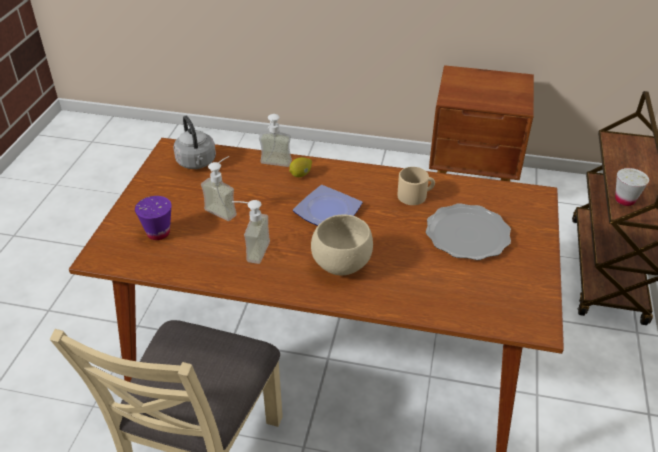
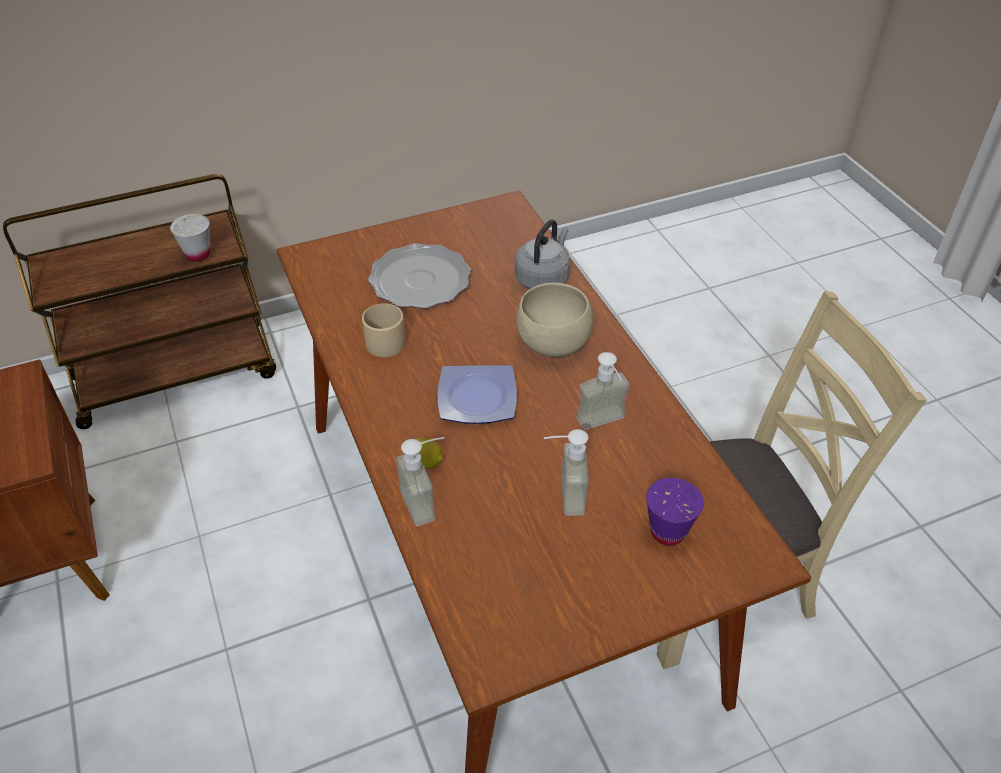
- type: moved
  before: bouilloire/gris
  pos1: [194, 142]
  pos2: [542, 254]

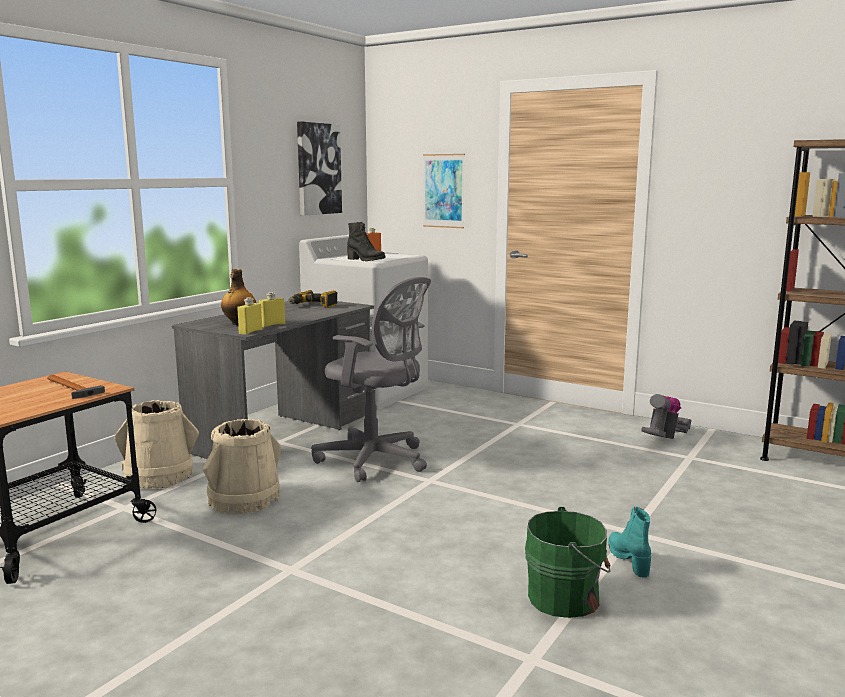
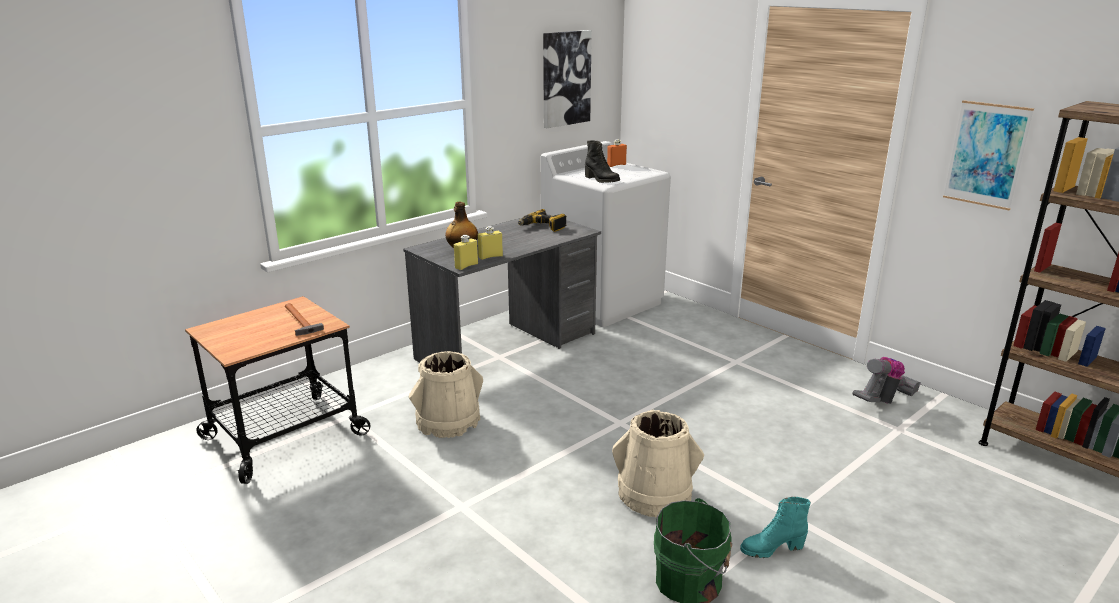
- type: moved
  before: tableau
  pos1: [444, 191]
  pos2: [988, 155]
- type: removed
  before: chaise de bureau/gris
  pos1: [371, 379]
- type: moved
  before: seau/beige
  pos1: [157, 444]
  pos2: [658, 464]
- type: turned
  before: botte/turquoise
  pos1: [629, 542]
  pos2: [775, 527]
  turn: -105

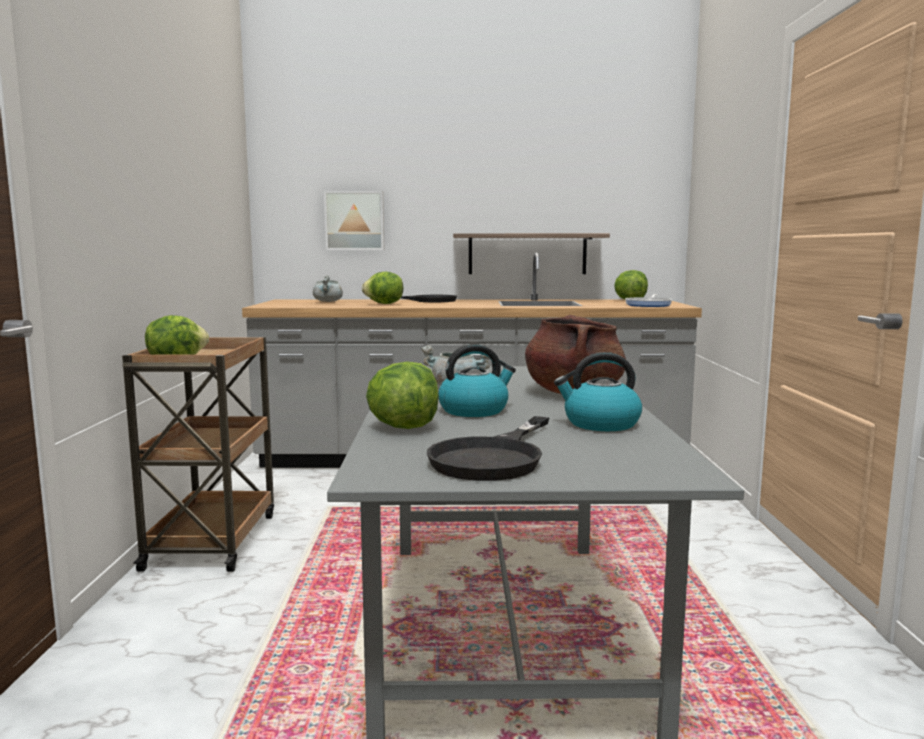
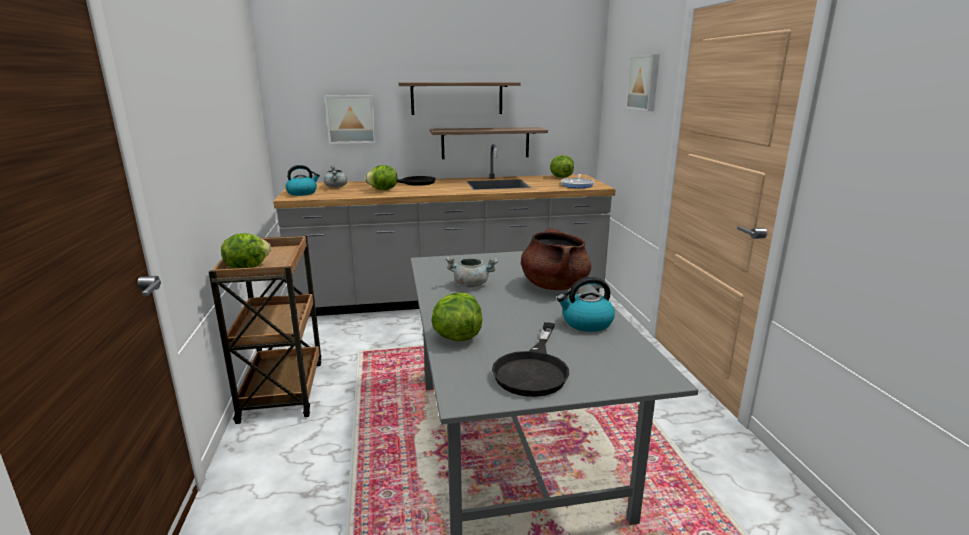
- type: moved
  before: bouilloire
  pos1: [477, 380]
  pos2: [303, 180]
- type: added
  after: tableau
  pos2: [643, 82]
- type: added
  after: étagère
  pos2: [459, 98]

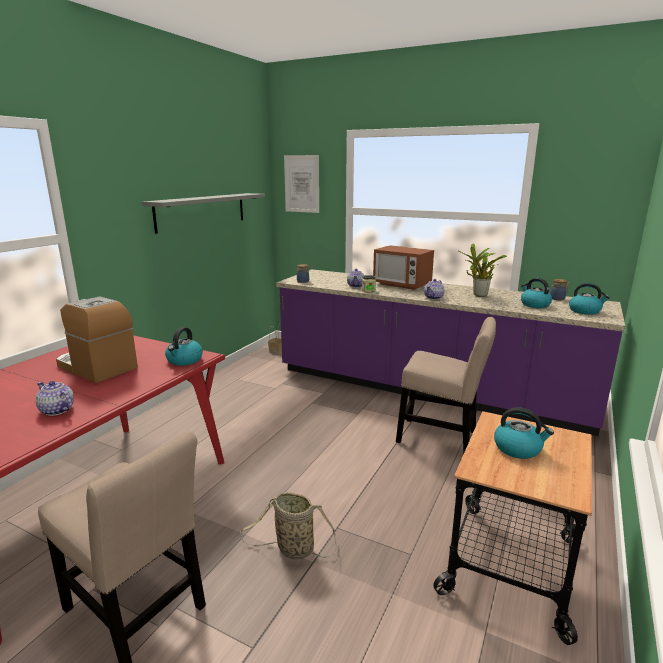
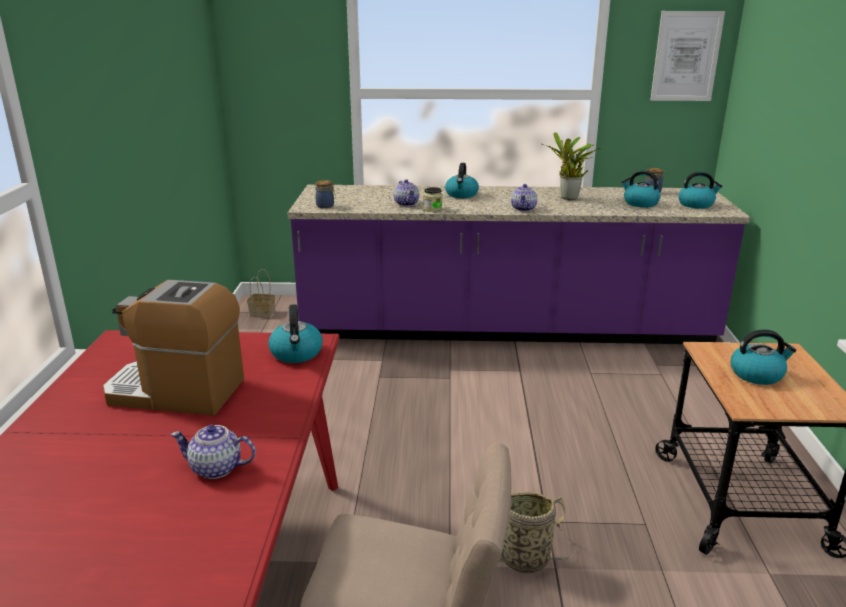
- type: moved
  before: tableau
  pos1: [301, 184]
  pos2: [688, 56]
- type: removed
  before: étagère/gris
  pos1: [203, 213]
- type: replaced
  before: micro-ondes
  after: bouilloire
  pos1: [403, 267]
  pos2: [462, 180]
- type: removed
  before: chaise/beige
  pos1: [446, 385]

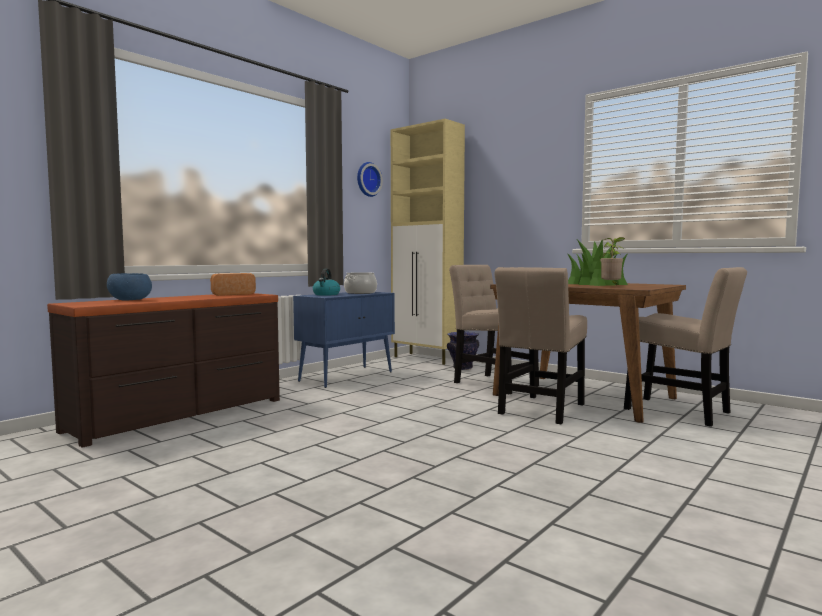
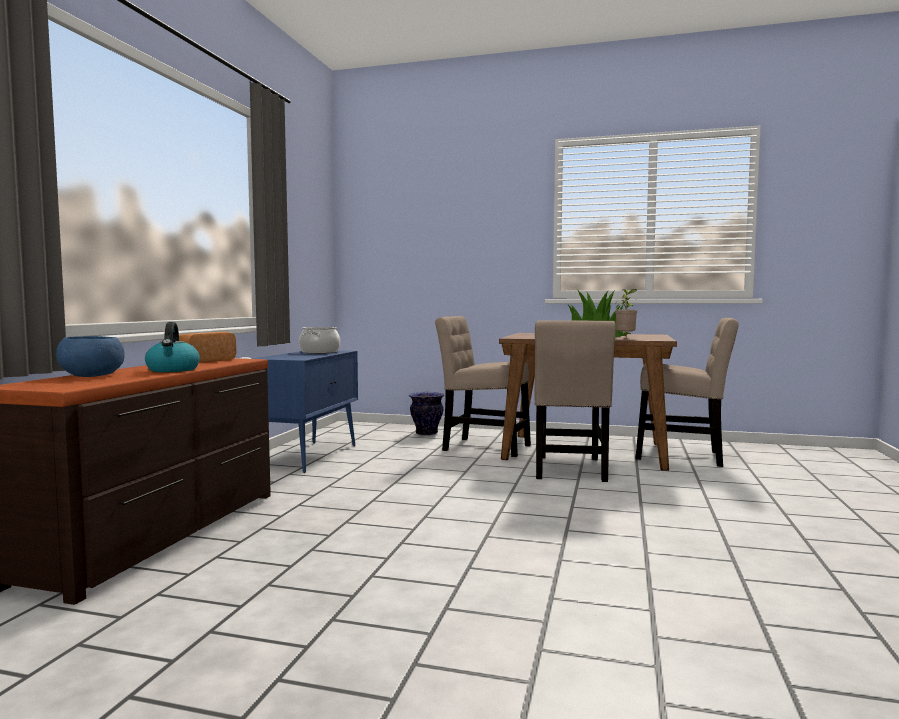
- type: removed
  before: meuble de rangement/beige
  pos1: [428, 242]
- type: removed
  before: horloge murale
  pos1: [370, 179]
- type: moved
  before: bouilloire
  pos1: [326, 282]
  pos2: [172, 347]

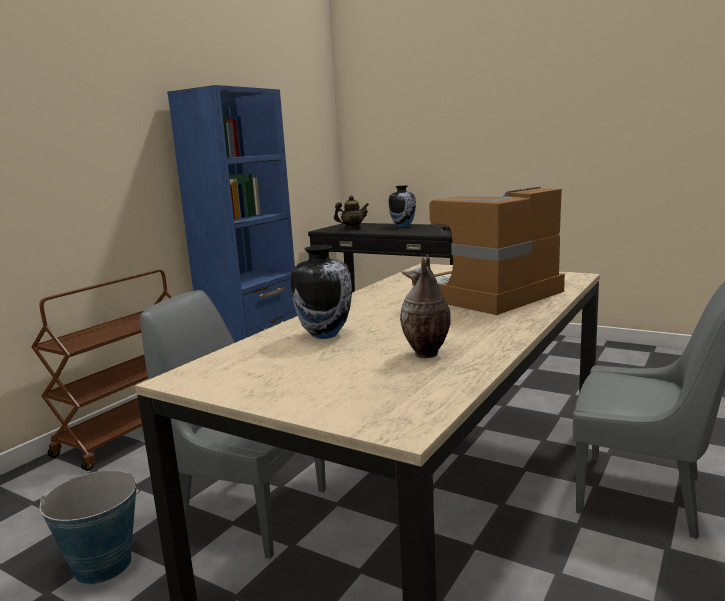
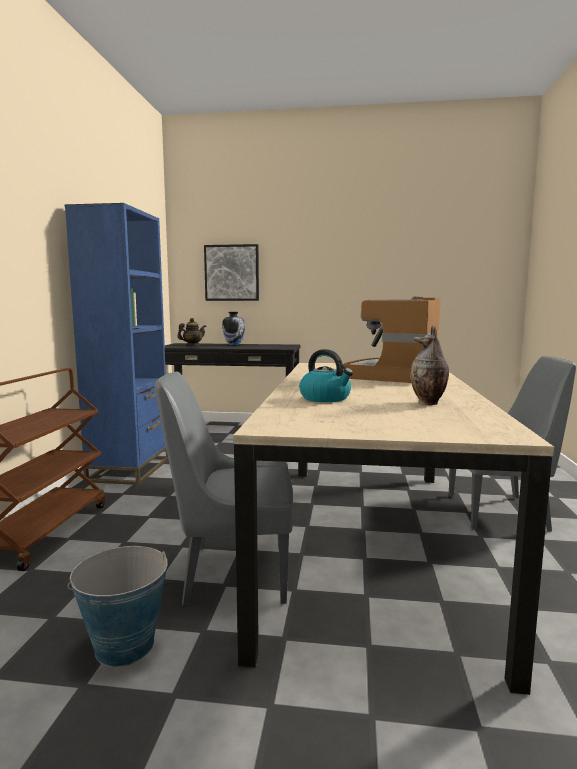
- type: replaced
  before: vase
  after: bouilloire
  pos1: [321, 292]
  pos2: [326, 375]
- type: added
  after: tableau
  pos2: [231, 272]

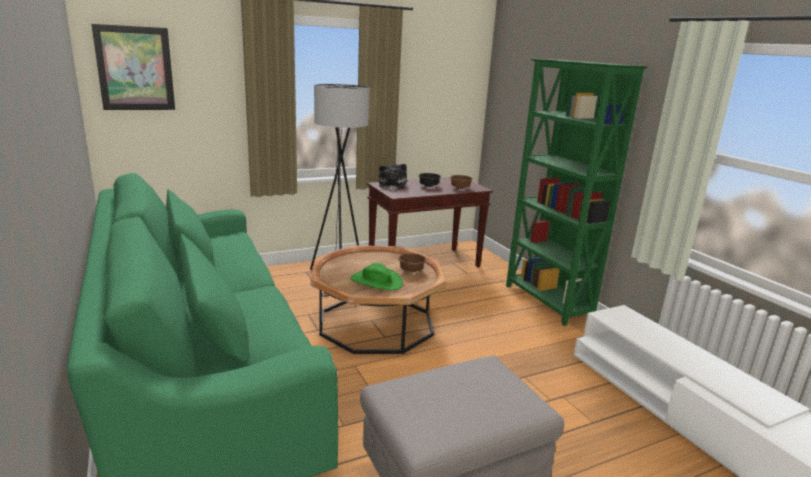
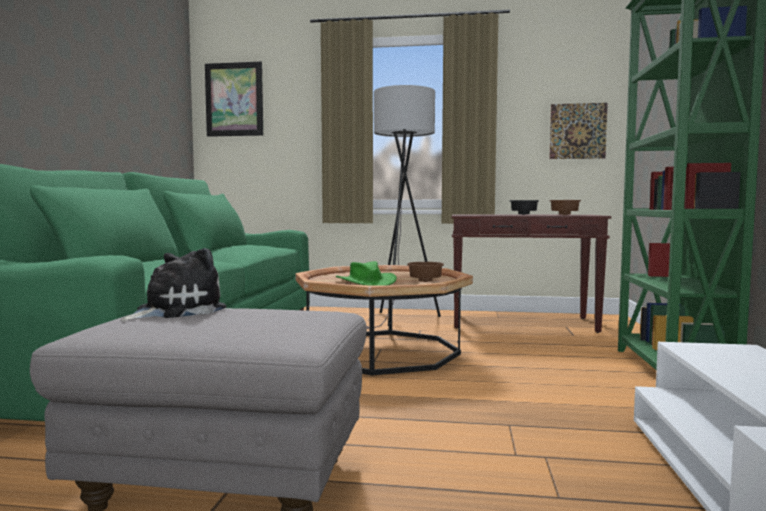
- type: moved
  before: peluche
  pos1: [393, 177]
  pos2: [173, 284]
- type: added
  after: tableau
  pos2: [578, 131]

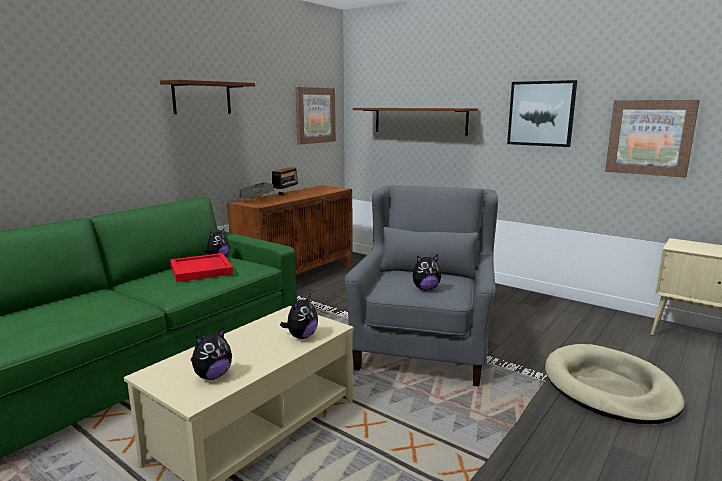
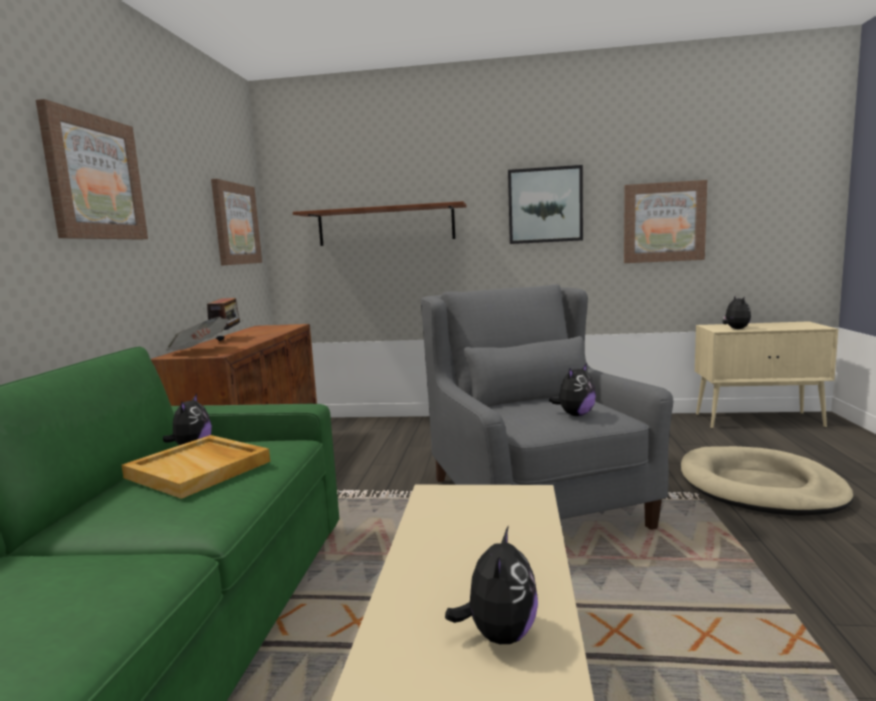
- type: replaced
  before: étagère/marron
  after: tableau
  pos1: [207, 97]
  pos2: [92, 169]
- type: recoloured
  before: plateau/rouge
  after: plateau/beige
  pos1: [201, 267]
  pos2: [196, 467]
- type: moved
  before: peluche
  pos1: [299, 316]
  pos2: [737, 312]

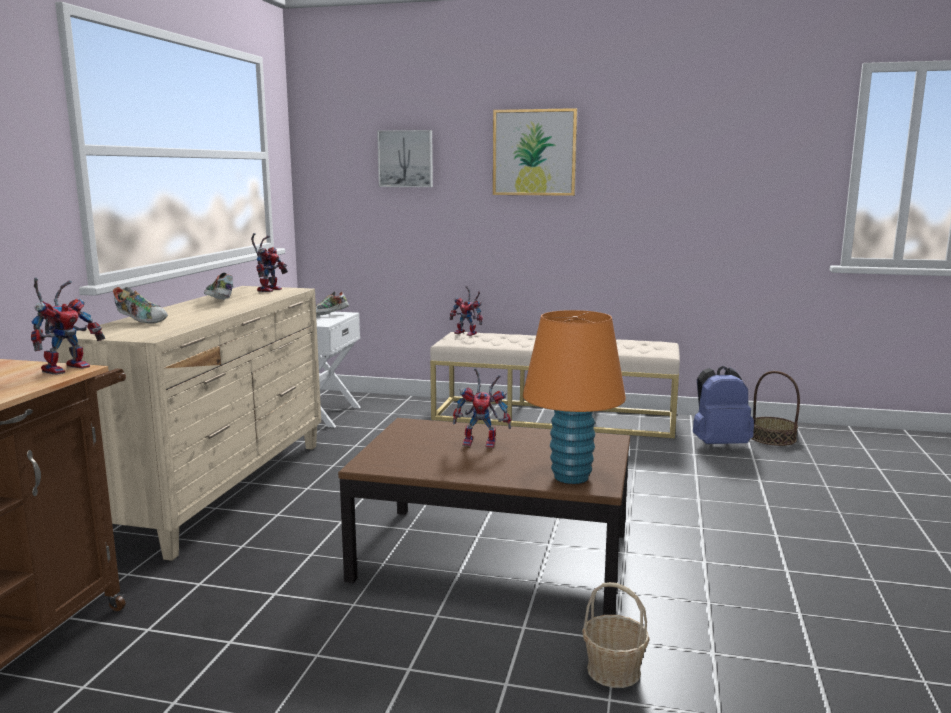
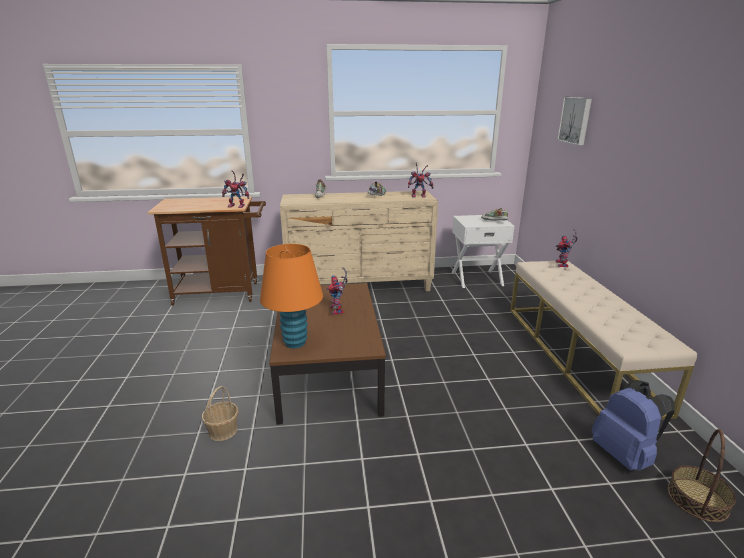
- type: removed
  before: tableau
  pos1: [535, 152]

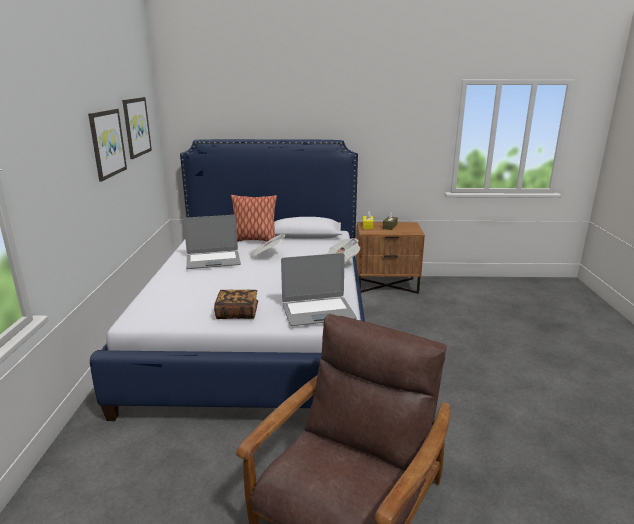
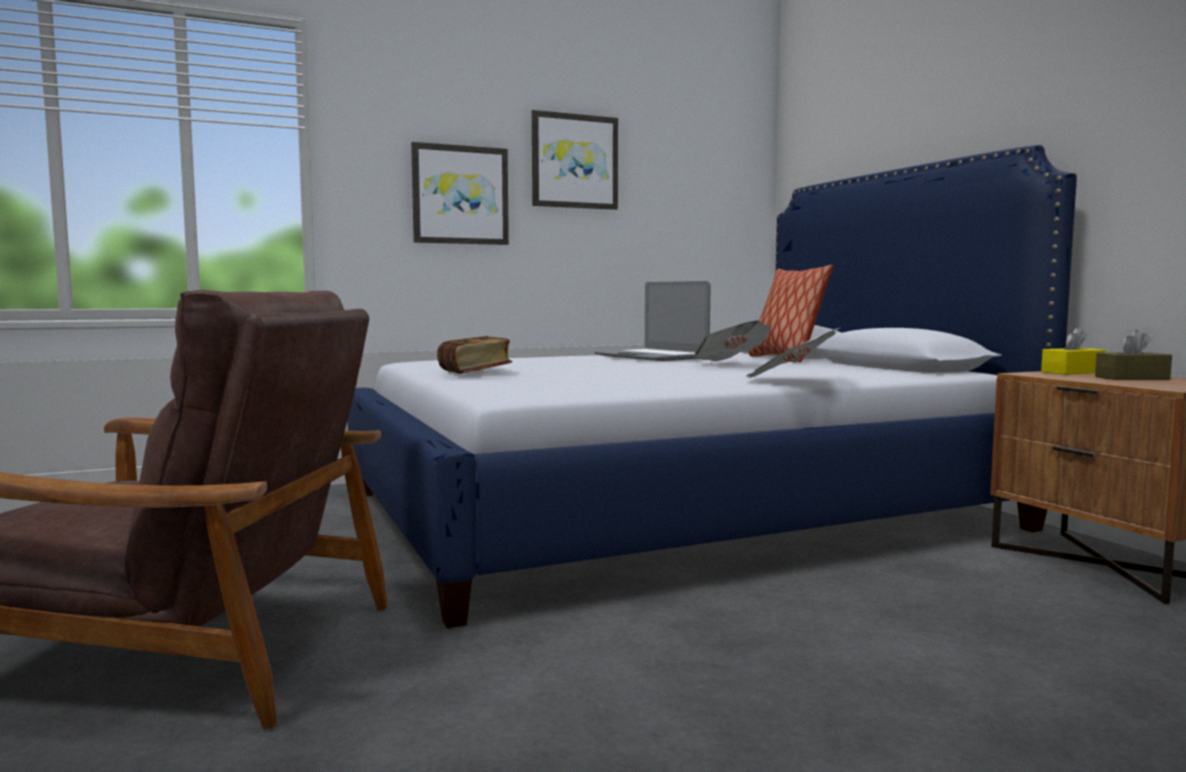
- type: moved
  before: tableau
  pos1: [137, 128]
  pos2: [460, 193]
- type: removed
  before: ordinateur portable
  pos1: [319, 289]

